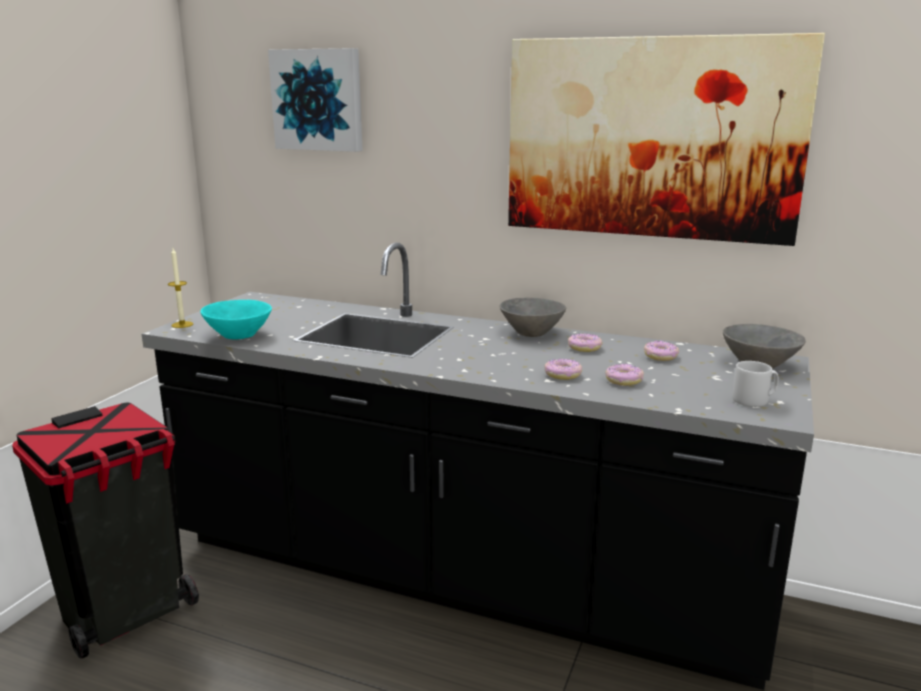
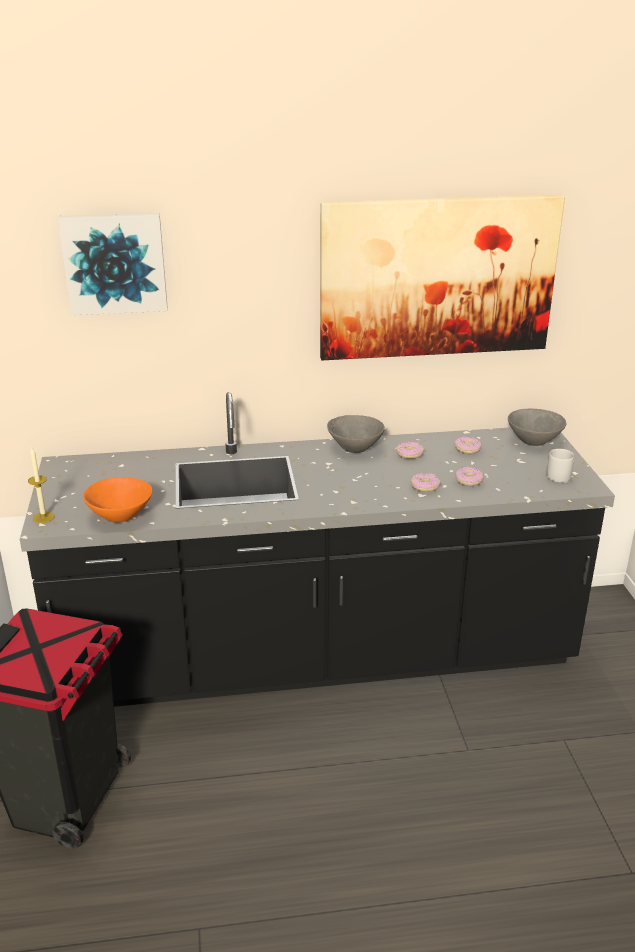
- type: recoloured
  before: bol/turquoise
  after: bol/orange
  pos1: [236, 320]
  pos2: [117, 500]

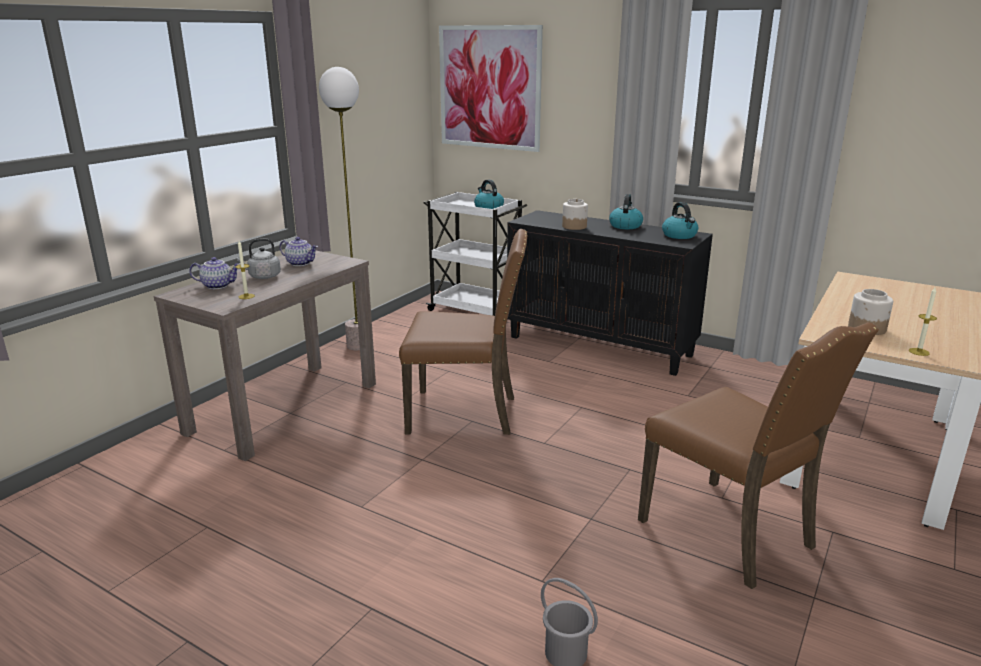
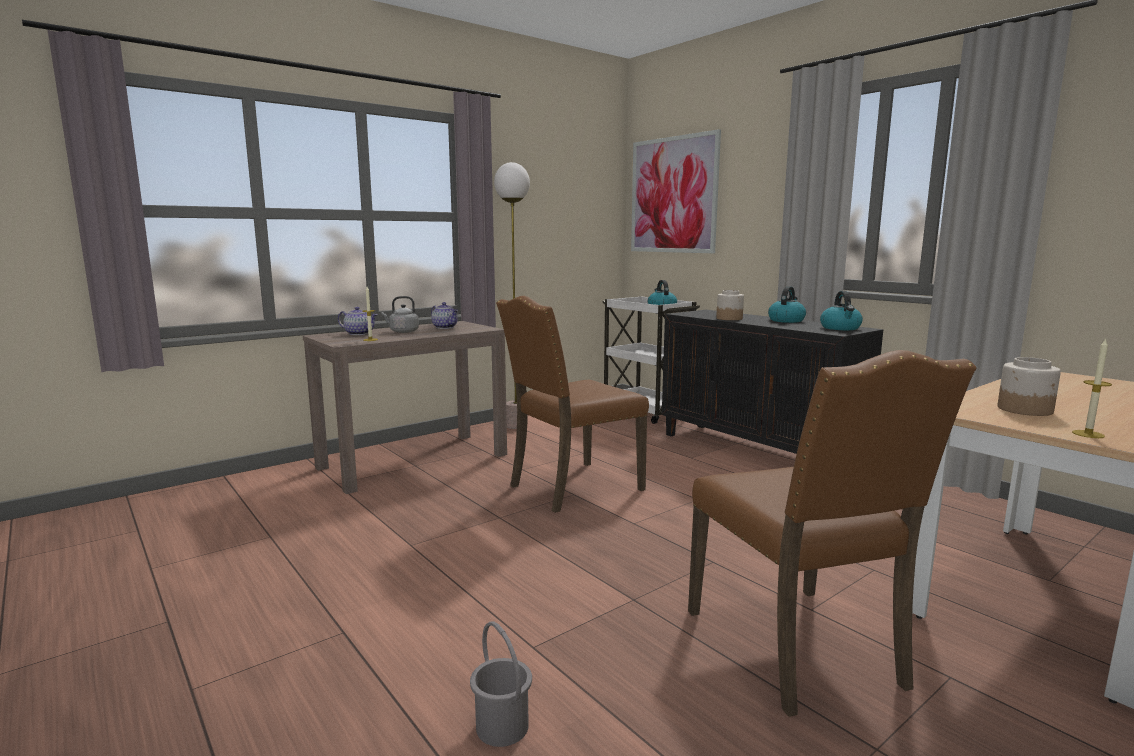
- type: turned
  before: chaise/marron
  pos1: [463, 332]
  pos2: [572, 404]
  turn: 120

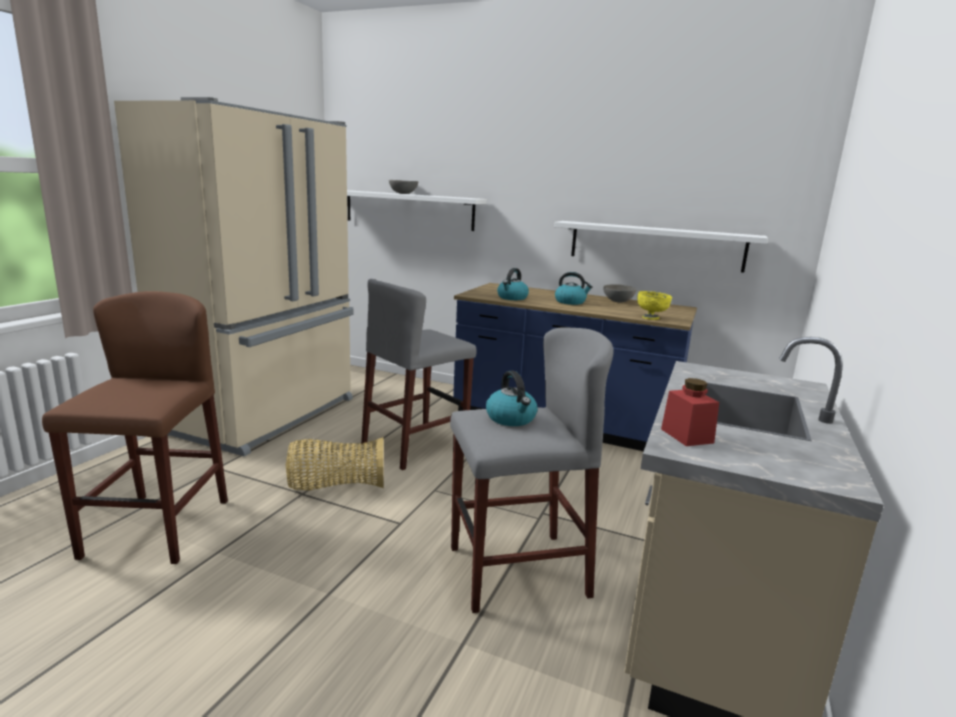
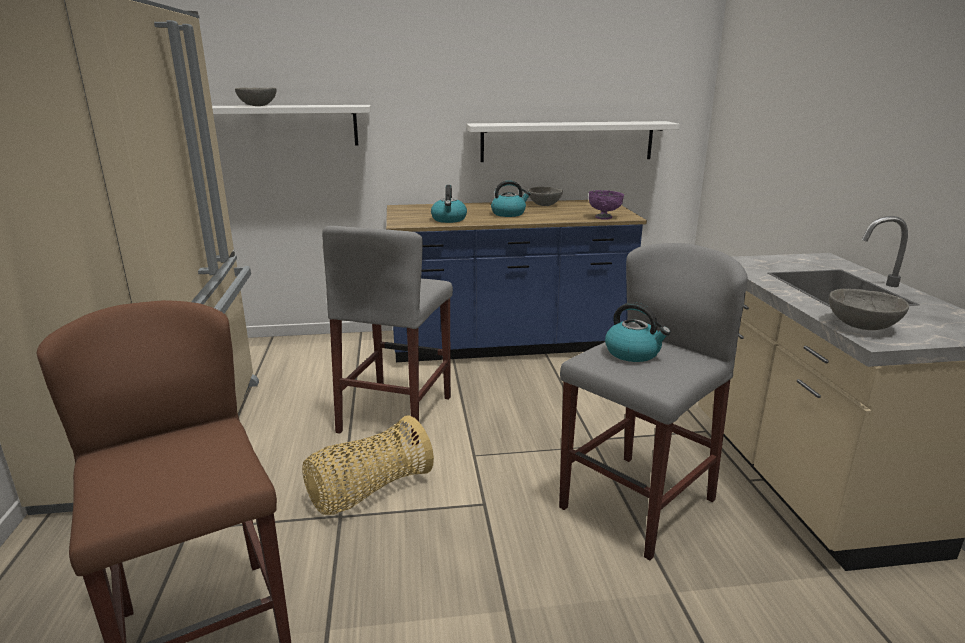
- type: recoloured
  before: bol/jaune
  after: bol/violet
  pos1: [654, 305]
  pos2: [606, 205]
- type: replaced
  before: bocal/rouge
  after: bol/gris
  pos1: [690, 412]
  pos2: [869, 309]

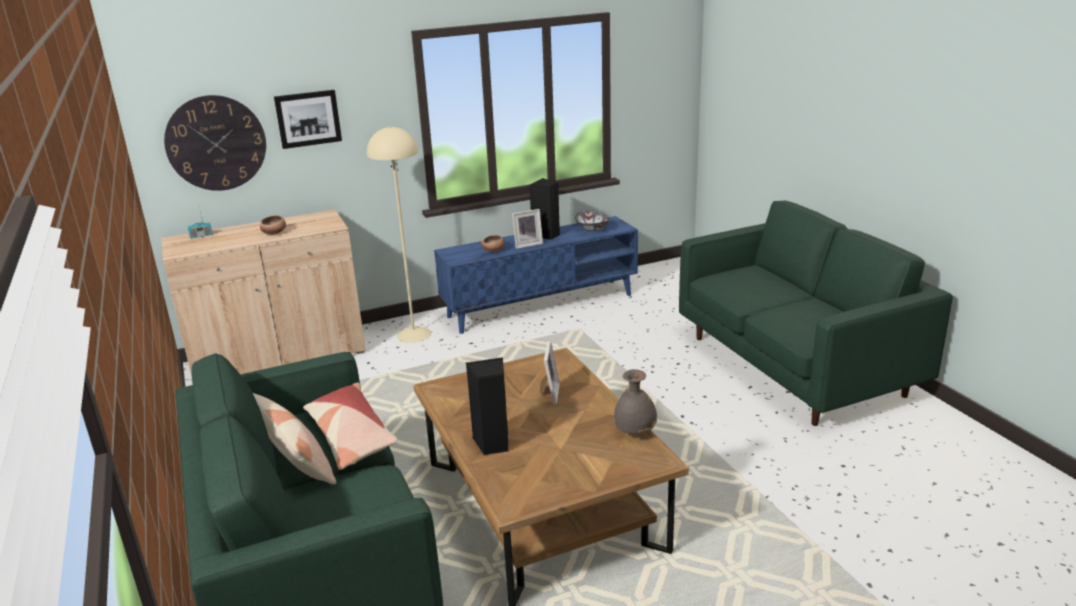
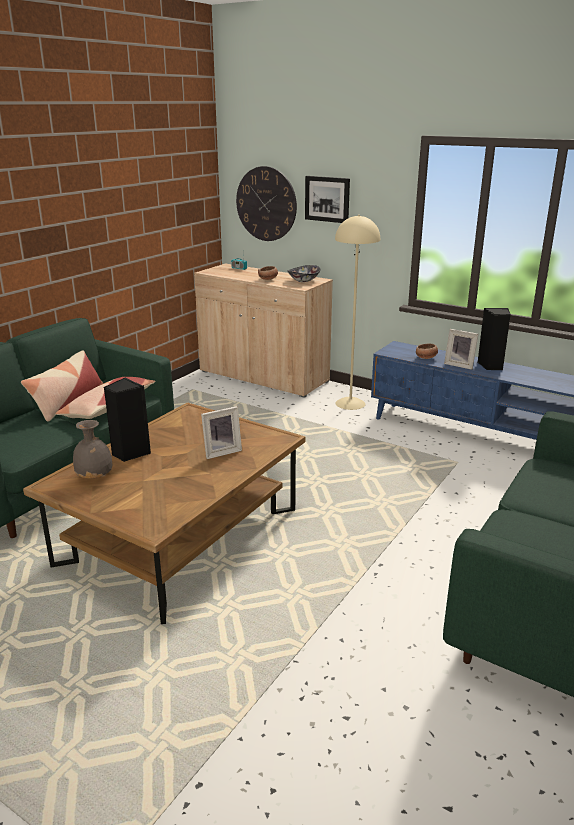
- type: moved
  before: bol
  pos1: [592, 221]
  pos2: [304, 273]
- type: moved
  before: vase/gris
  pos1: [635, 401]
  pos2: [92, 449]

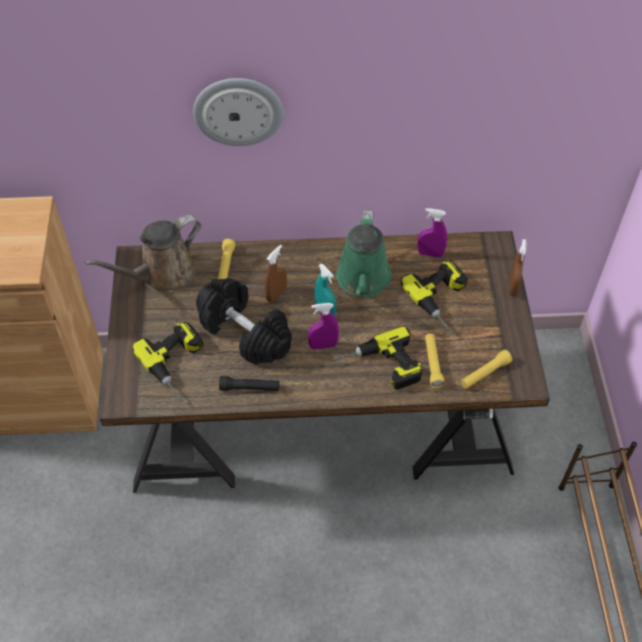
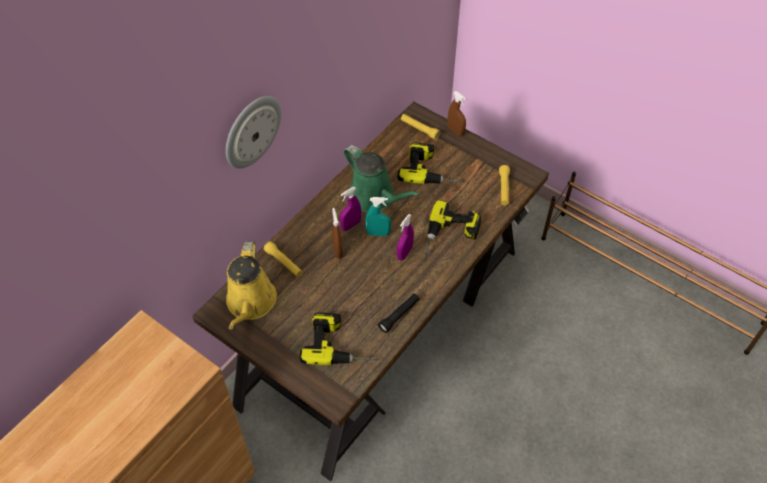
- type: moved
  before: vaporisateur/violet
  pos1: [432, 233]
  pos2: [350, 209]
- type: recoloured
  before: arrosoir/marron
  after: arrosoir/jaune
  pos1: [143, 253]
  pos2: [251, 285]
- type: removed
  before: haltère/noir
  pos1: [244, 321]
- type: moved
  before: lampe de poche/jaune
  pos1: [435, 361]
  pos2: [421, 127]

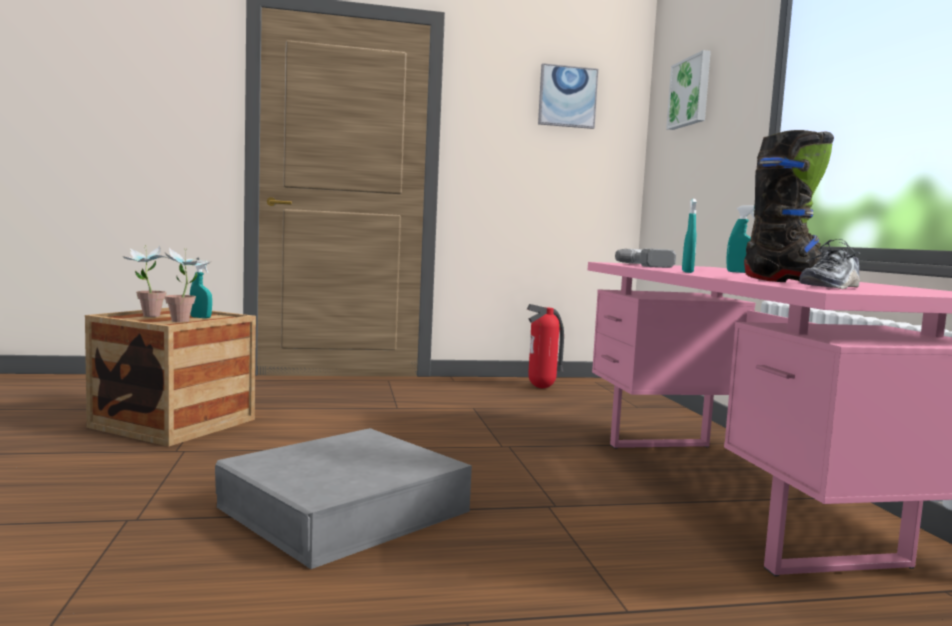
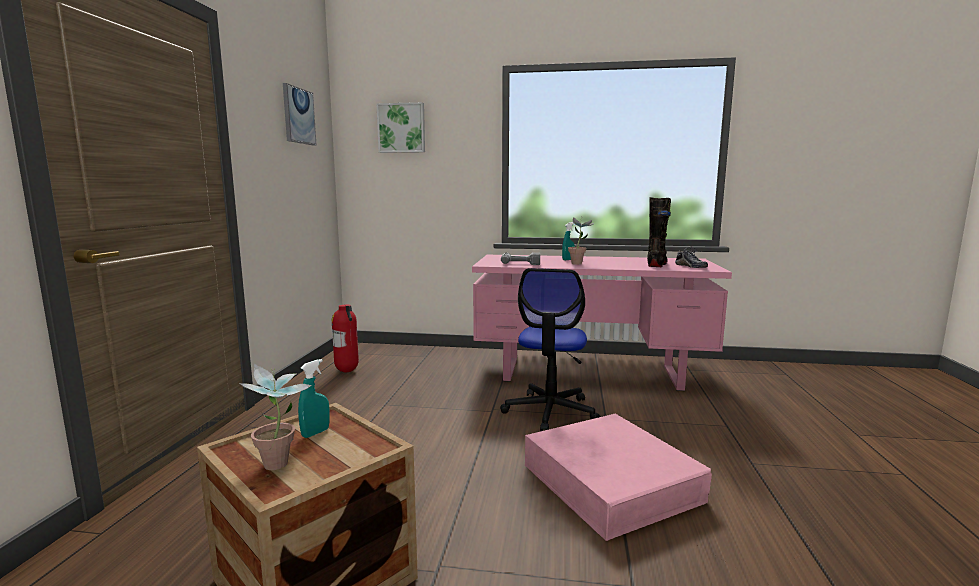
- type: removed
  before: vaporisateur/turquoise
  pos1: [689, 236]
- type: moved
  before: plante en pot
  pos1: [188, 285]
  pos2: [581, 240]
- type: recoloured
  before: boîte de rangement/gris
  after: boîte de rangement/rose
  pos1: [343, 498]
  pos2: [618, 477]
- type: added
  after: chaise de bureau
  pos2: [550, 349]

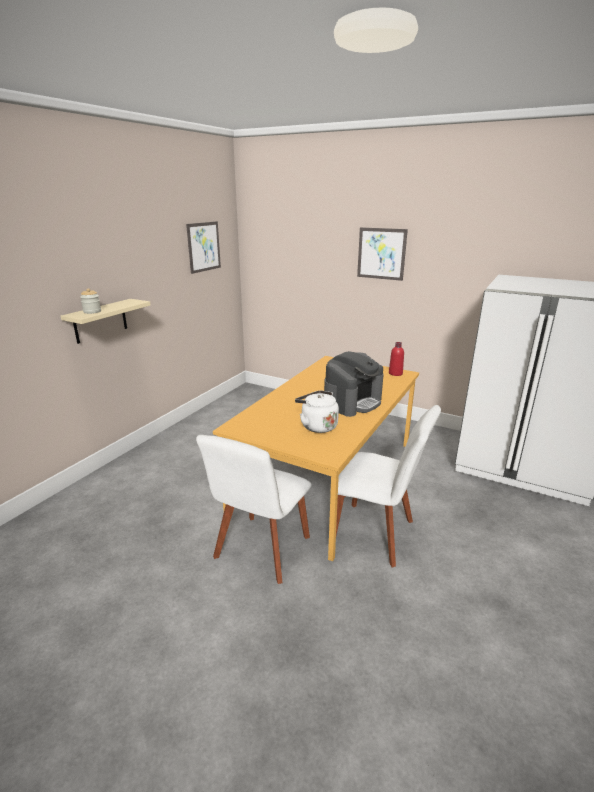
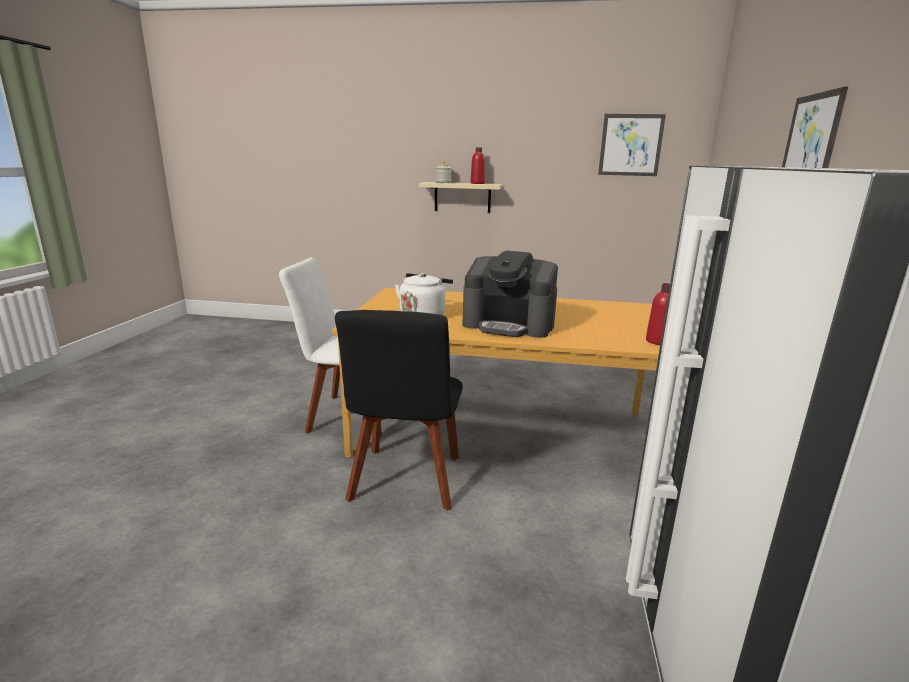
- type: recoloured
  before: chaise/blanc
  after: chaise/noir
  pos1: [385, 486]
  pos2: [399, 410]
- type: added
  after: bouteille/rouge
  pos2: [478, 165]

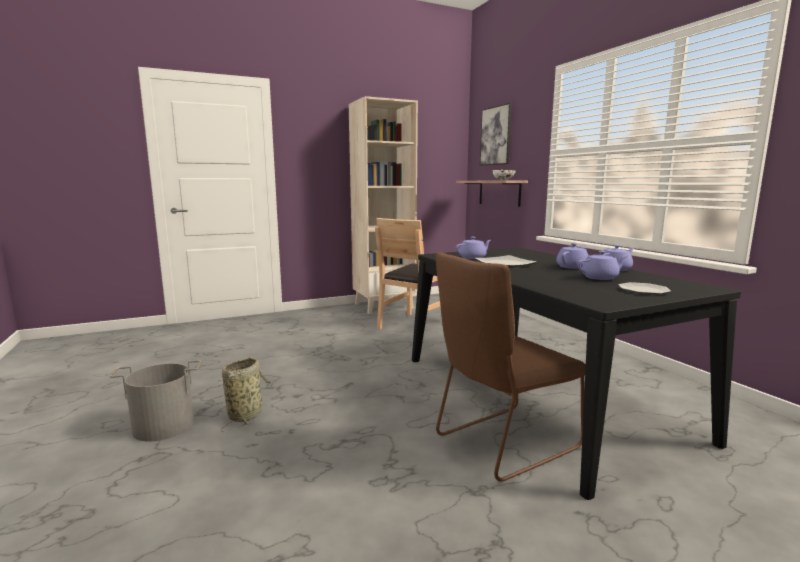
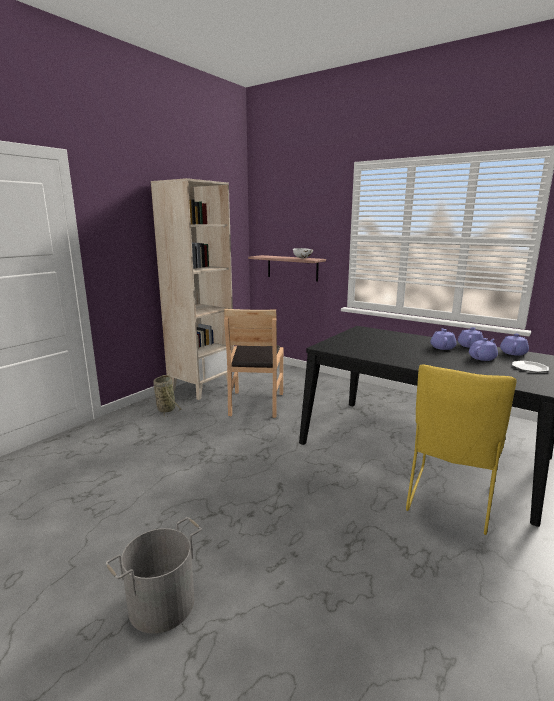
- type: removed
  before: tableau
  pos1: [496, 134]
- type: moved
  before: théière/violet
  pos1: [473, 248]
  pos2: [514, 344]
- type: recoloured
  before: chaise/marron
  after: chaise/jaune
  pos1: [511, 367]
  pos2: [461, 449]
- type: removed
  before: assiette
  pos1: [506, 261]
- type: moved
  before: panier
  pos1: [246, 394]
  pos2: [167, 396]

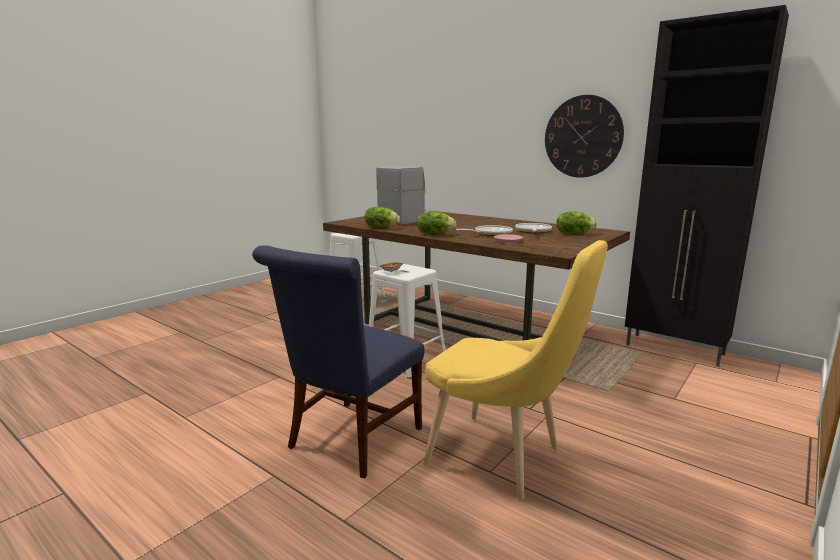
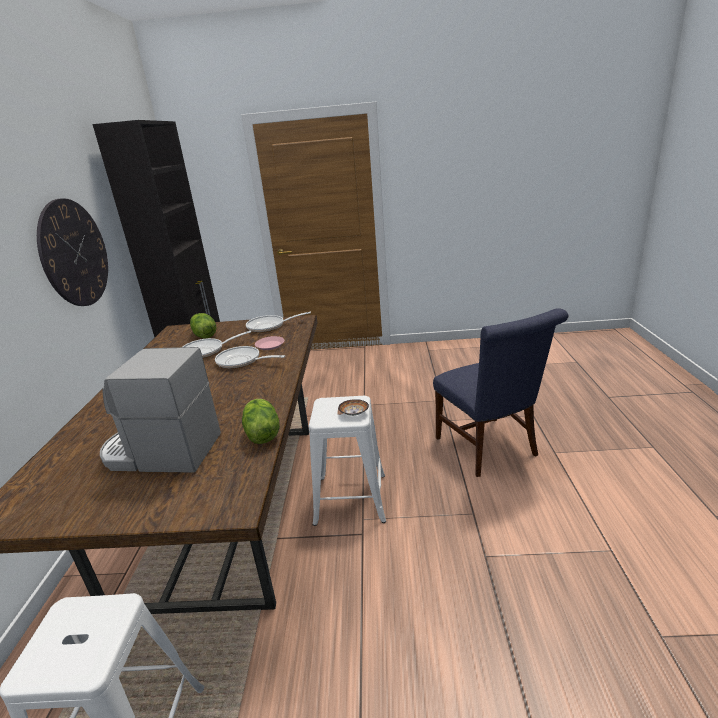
- type: removed
  before: laitue
  pos1: [437, 223]
- type: removed
  before: chaise/jaune
  pos1: [515, 370]
- type: turned
  before: chaise/bleu
  pos1: [338, 361]
  pos2: [500, 392]
  turn: 75
- type: added
  after: poêle
  pos2: [278, 322]

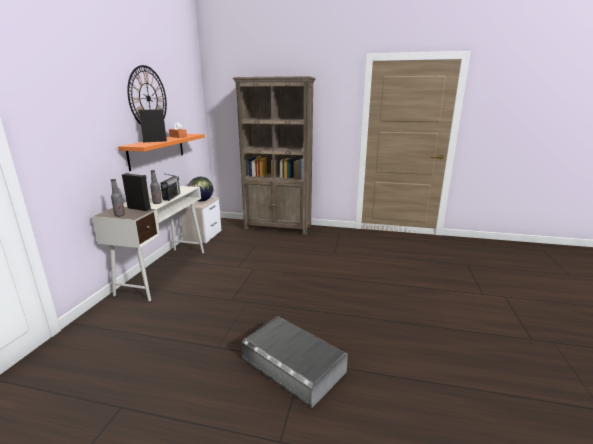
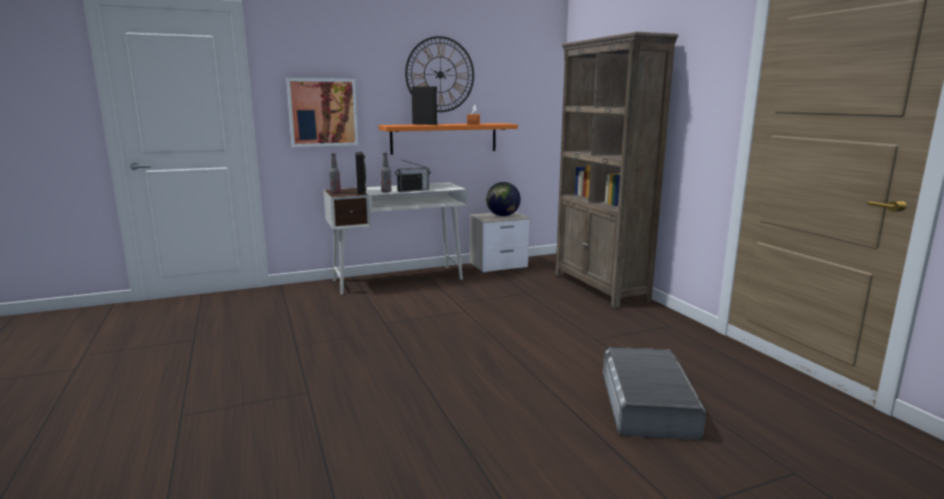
- type: moved
  before: boîte de rangement/gris
  pos1: [295, 362]
  pos2: [654, 393]
- type: added
  after: tableau
  pos2: [322, 112]

